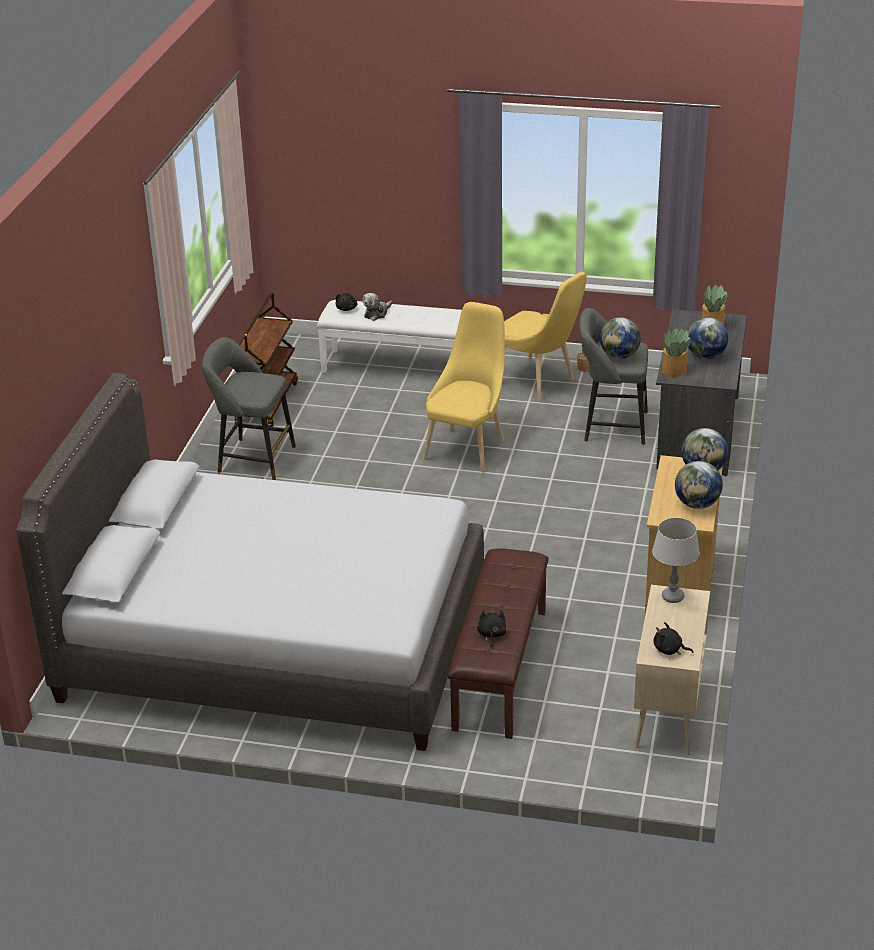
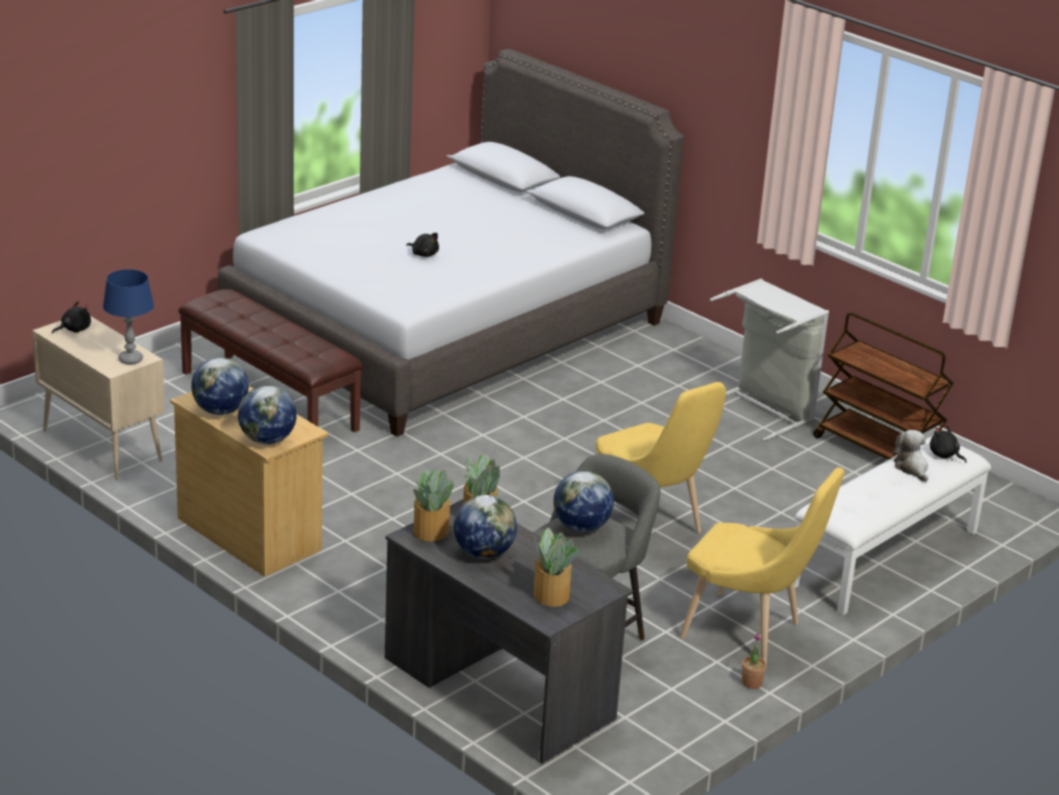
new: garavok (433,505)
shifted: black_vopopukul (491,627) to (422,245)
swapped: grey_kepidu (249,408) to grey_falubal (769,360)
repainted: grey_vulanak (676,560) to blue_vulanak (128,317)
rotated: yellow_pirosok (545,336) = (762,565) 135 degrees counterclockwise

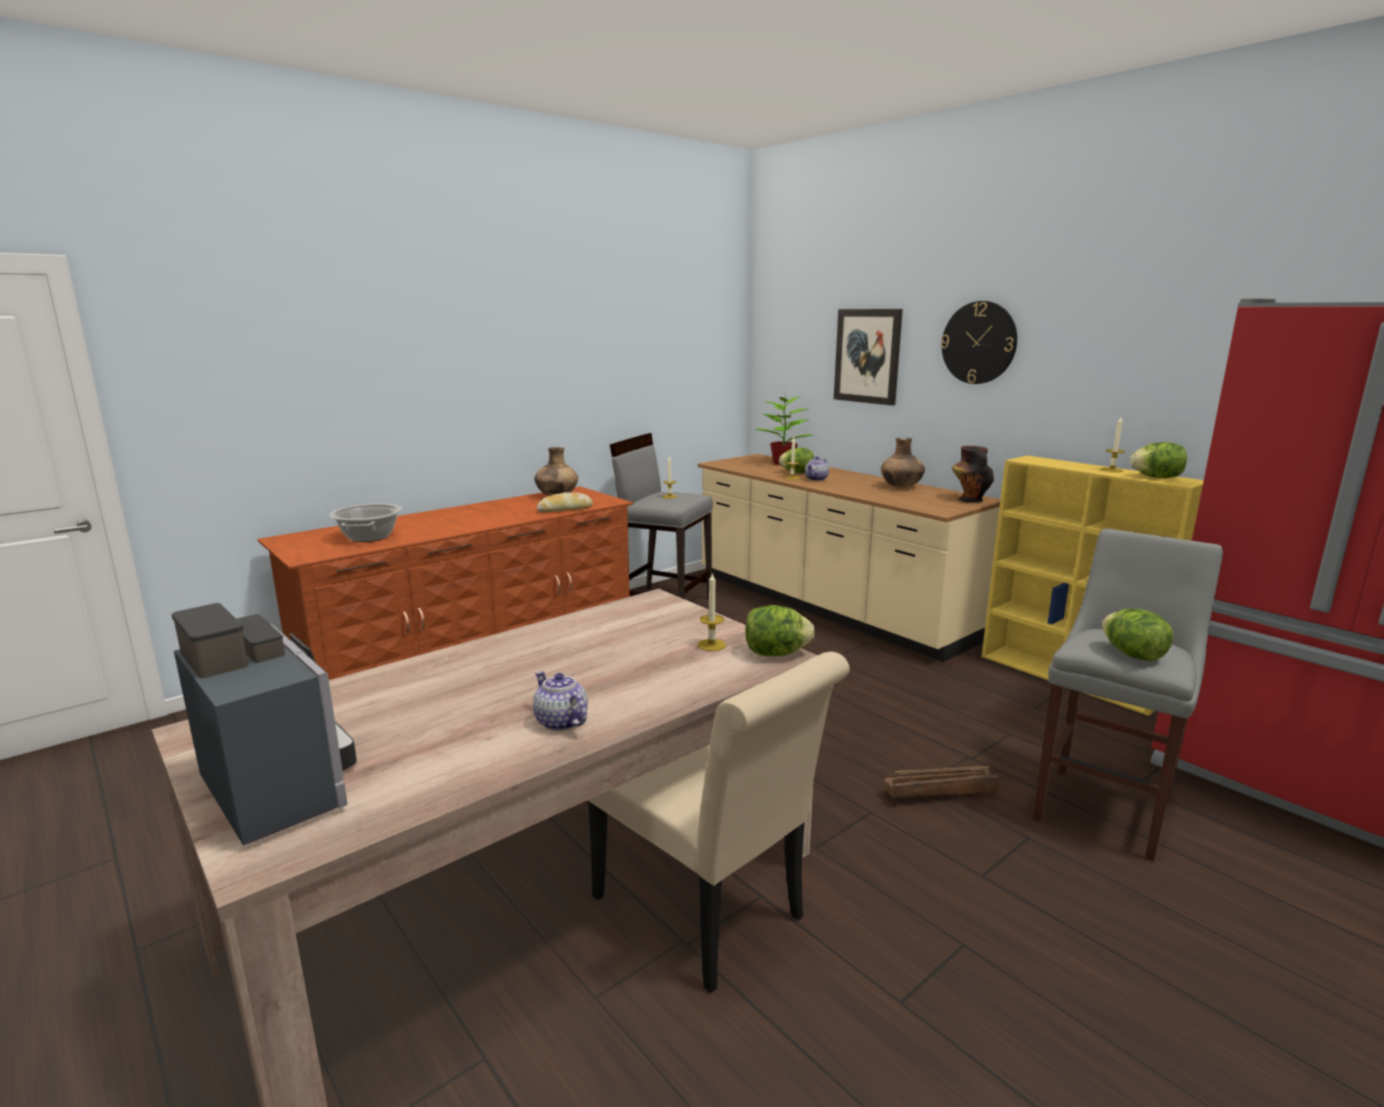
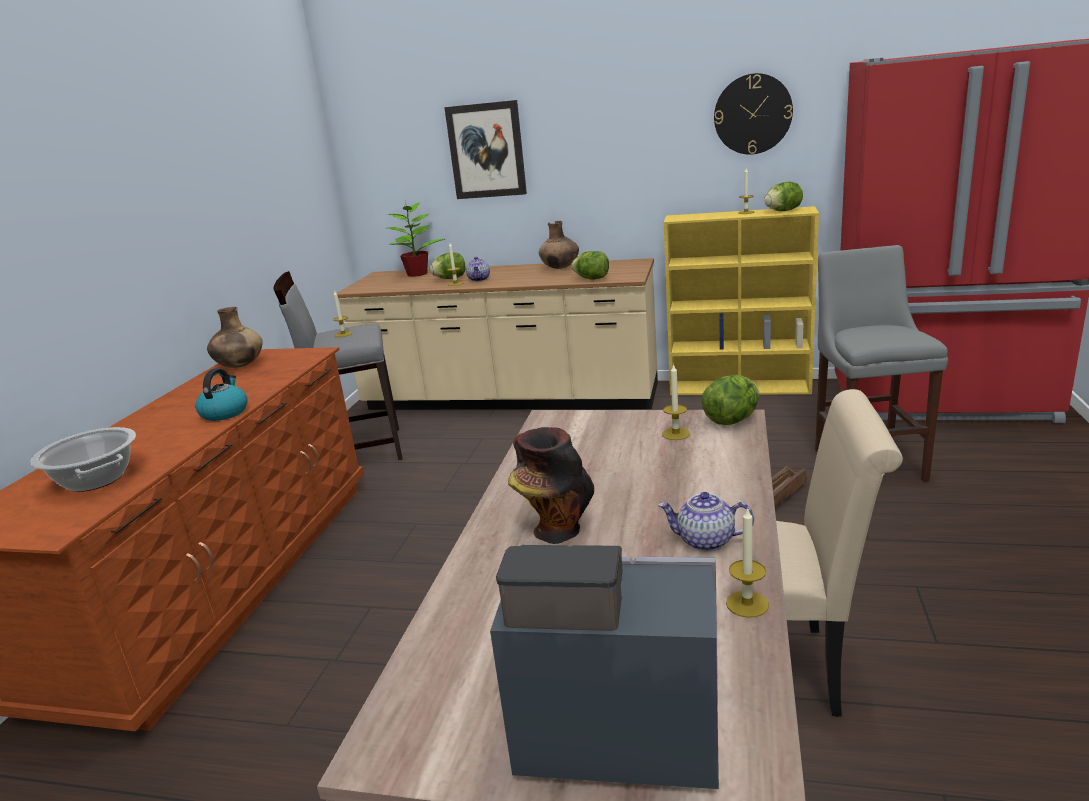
gone: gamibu (565,502)
new: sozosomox (221,394); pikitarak (747,563)
shifted: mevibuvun (979,342) to (753,114); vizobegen (973,474) to (551,485); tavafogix (1137,635) to (590,265)

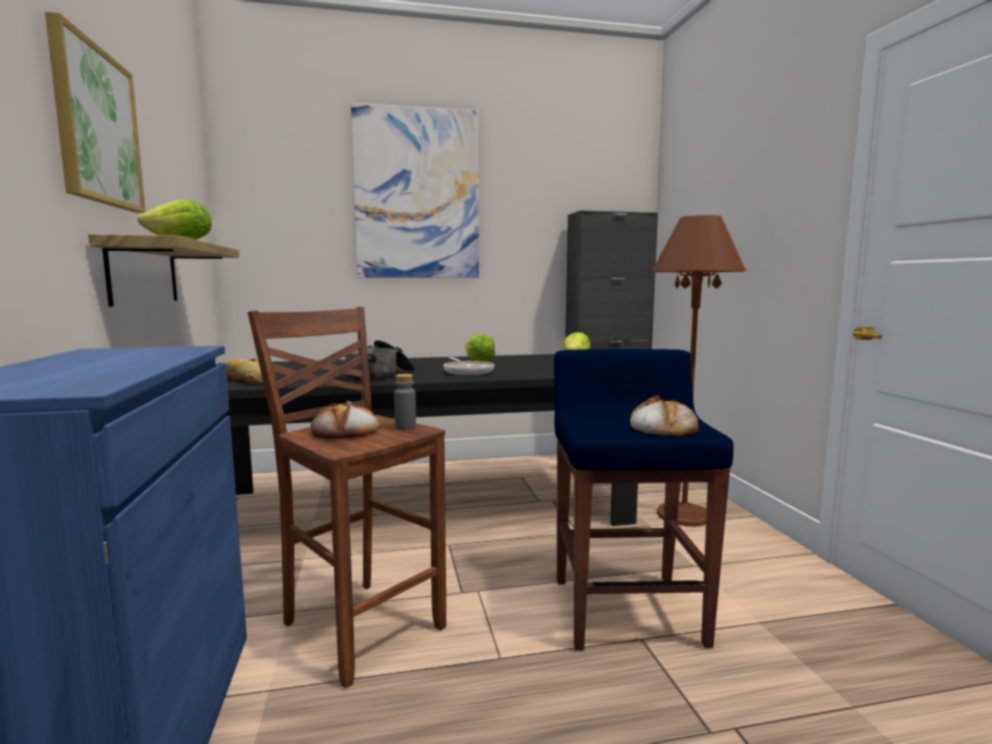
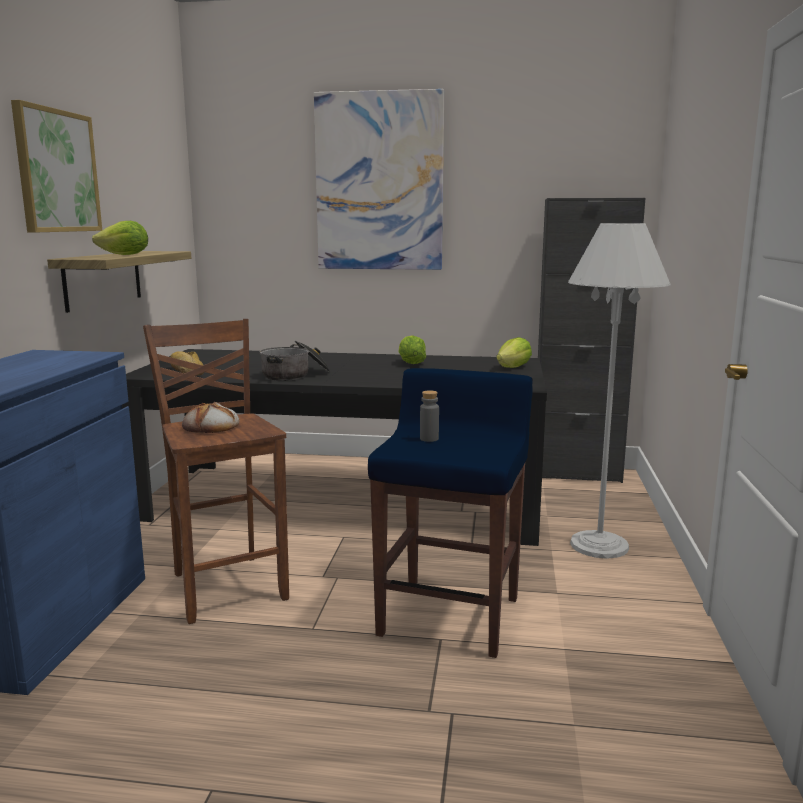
gone: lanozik (468,366); gamibu (664,415)
shifted: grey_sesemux (405,402) to (429,416)
repainted: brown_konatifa (698,371) to white_konatifa (619,391)

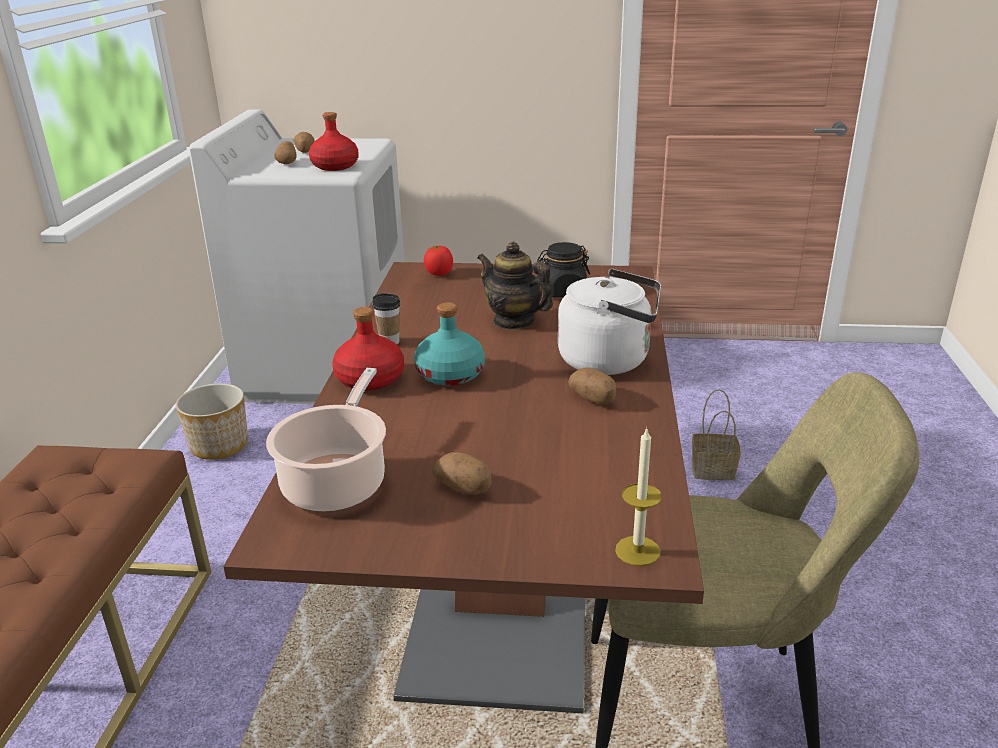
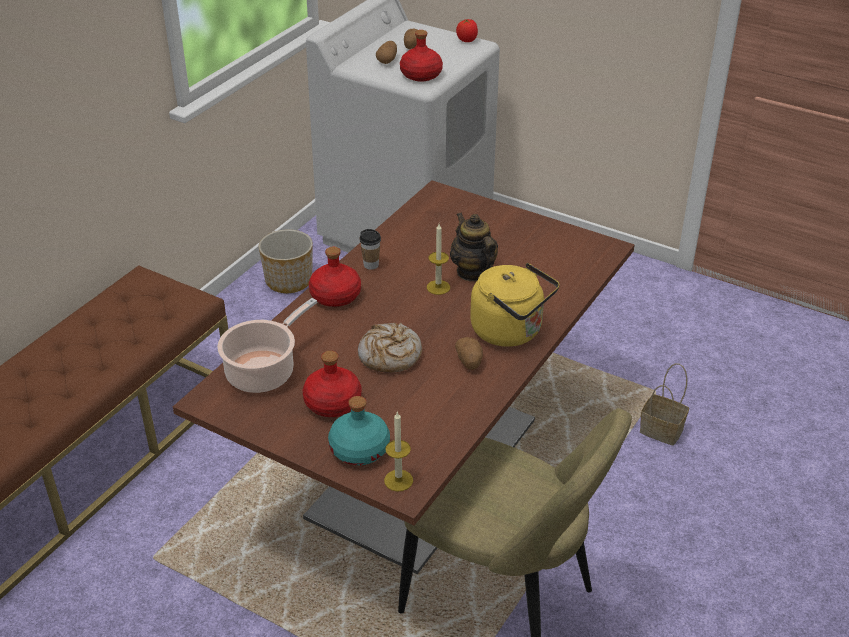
gone: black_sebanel (563,270)
new: gamibu (390,347); pikitarak (438,259)
shifted: turquoise_sesemux (449,344) to (359,430); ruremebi (438,260) to (467,30)
swapped: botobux (462,473) to red_sesemux (332,384)
repainted: white_sozosomox (609,322) to yellow_sozosomox (515,305)

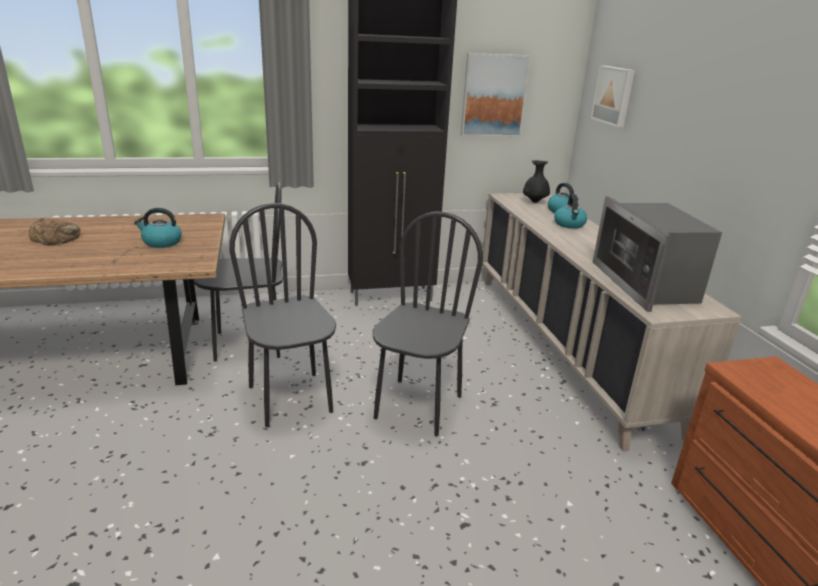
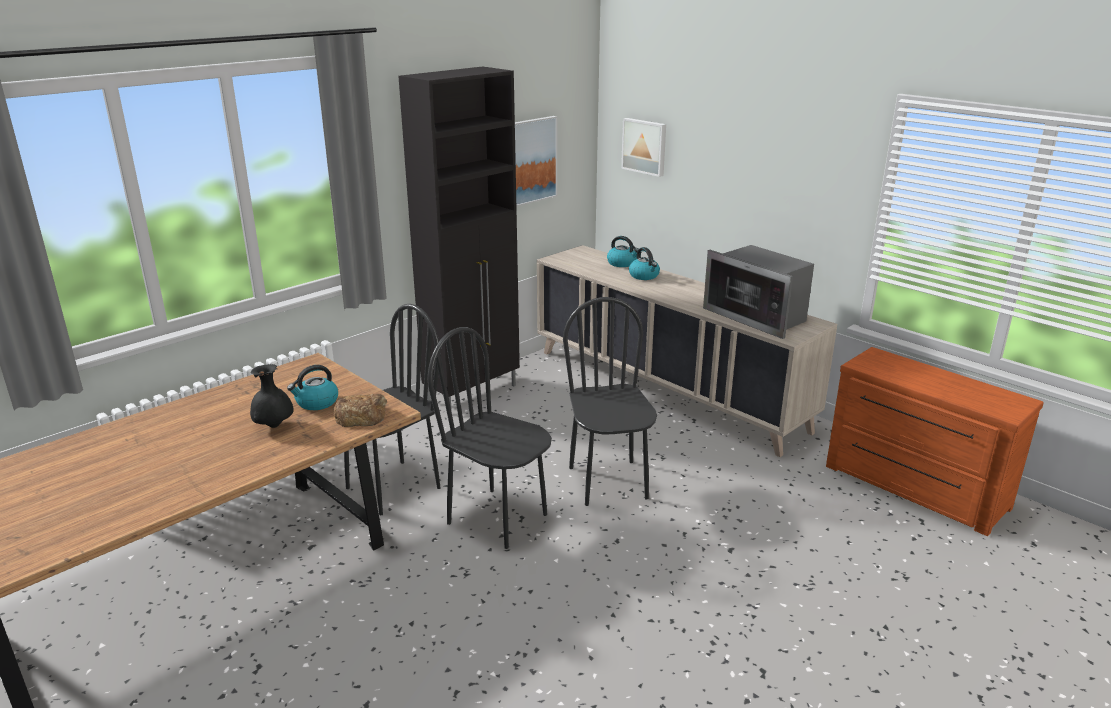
shifted: gamibu (54,232) to (360,410); black_vizobegen (536,181) to (272,396)

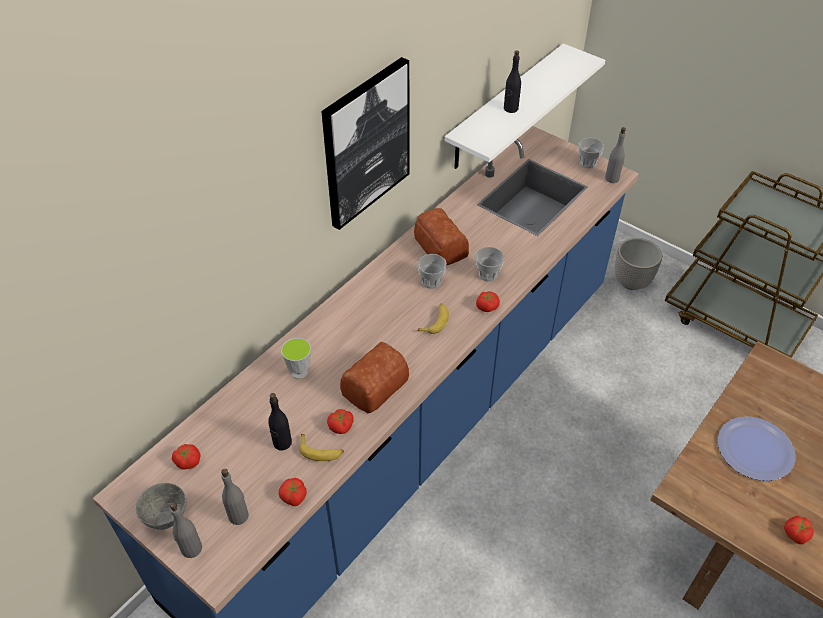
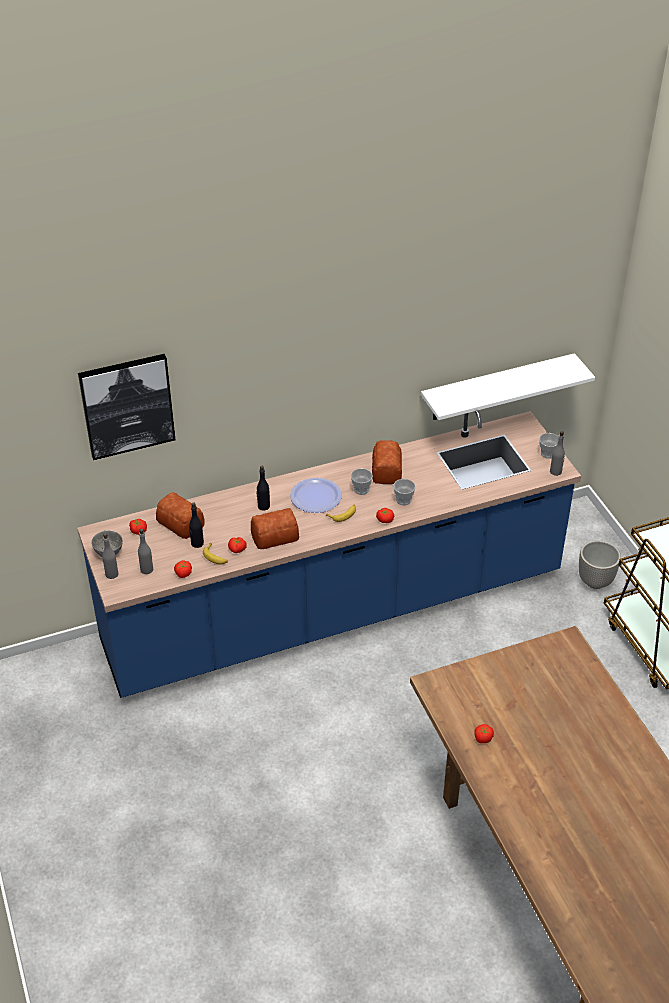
gone: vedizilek (296,358)
new: gamibu (180,515)
shifted: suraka (365,143) to (126,407); black_sesemux (512,81) to (263,488); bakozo (756,448) to (316,495)

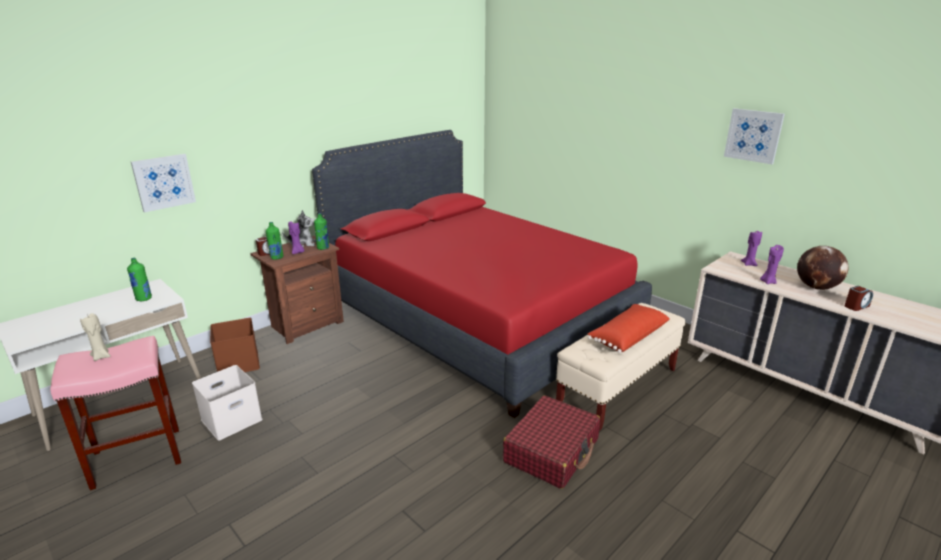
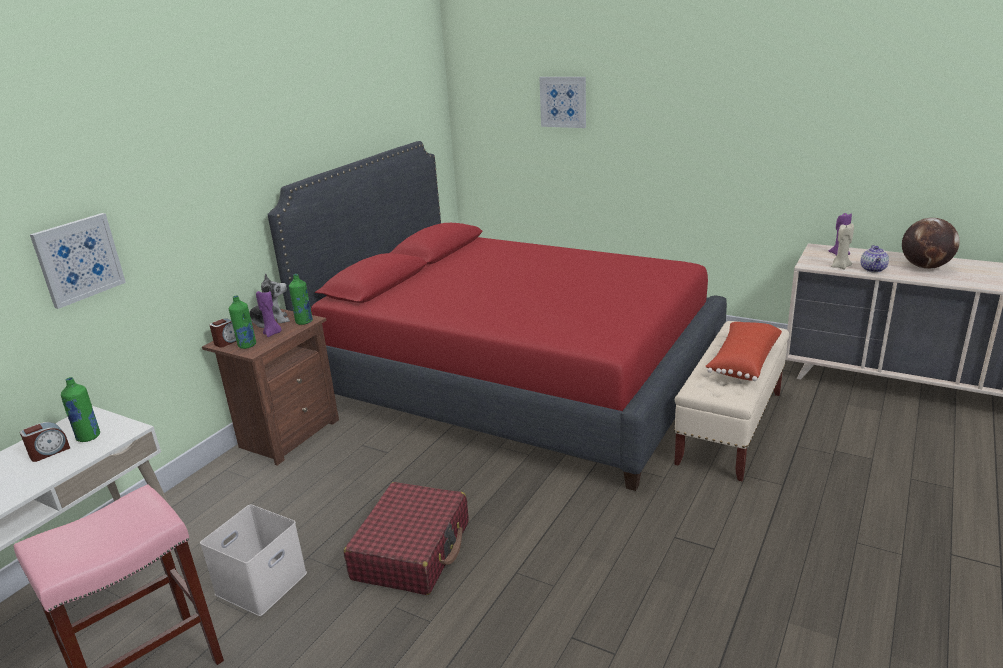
gone: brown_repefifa (235,345)
shifted: beige_pikitarak (95,337) to (842,246); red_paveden (551,442) to (406,538); suraka (754,136) to (562,102); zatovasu (859,298) to (45,442)
swapped: purple_pikitarak (772,264) to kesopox (875,259)

